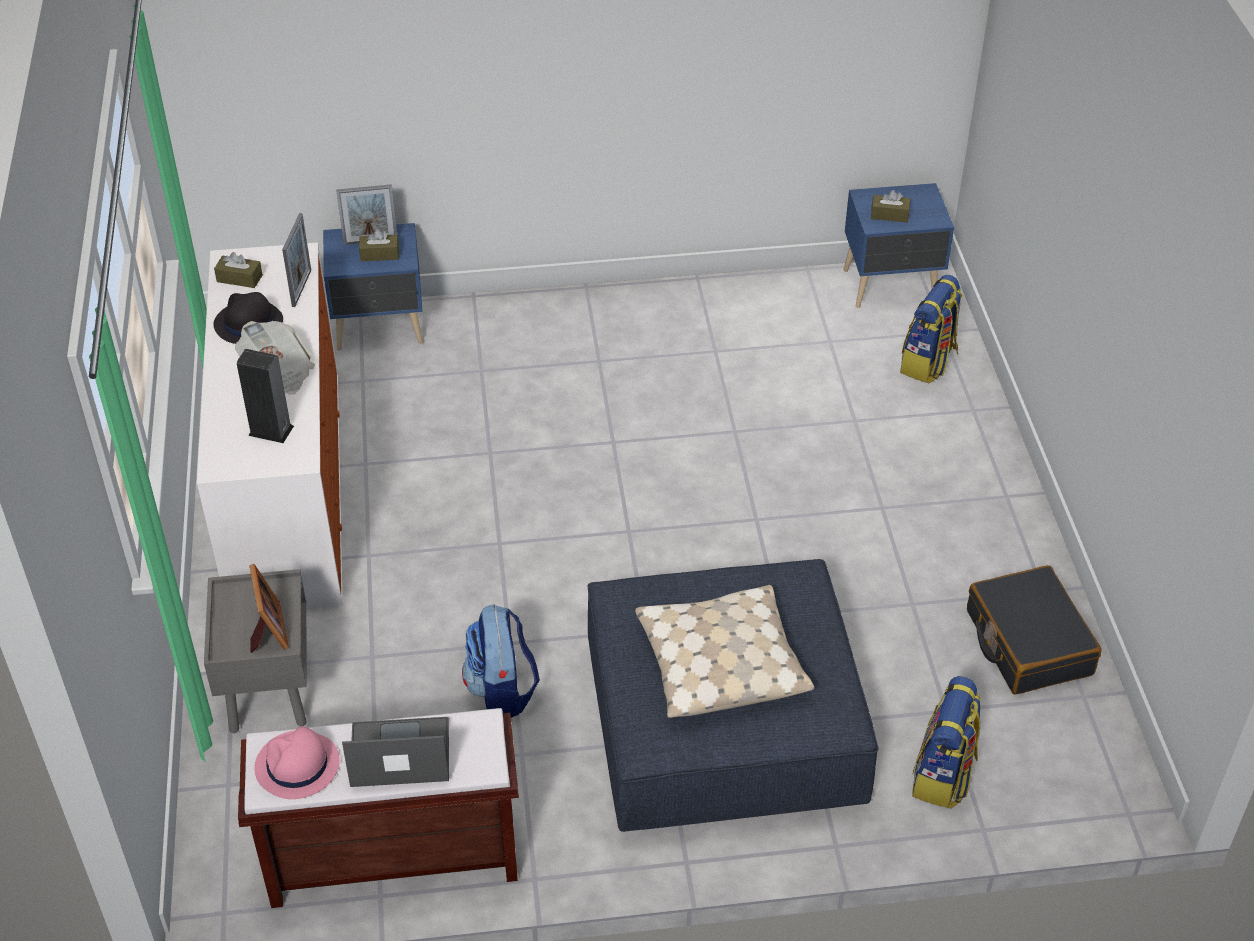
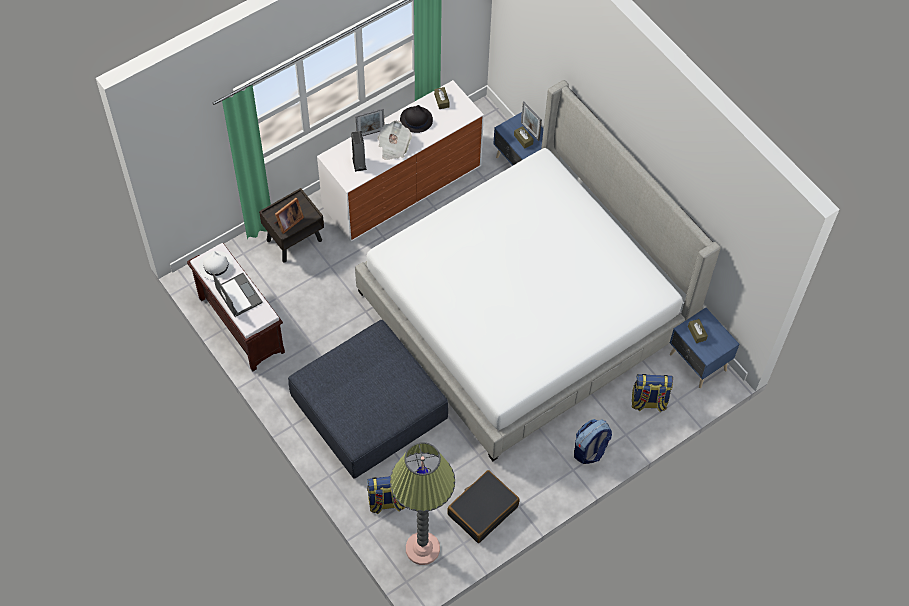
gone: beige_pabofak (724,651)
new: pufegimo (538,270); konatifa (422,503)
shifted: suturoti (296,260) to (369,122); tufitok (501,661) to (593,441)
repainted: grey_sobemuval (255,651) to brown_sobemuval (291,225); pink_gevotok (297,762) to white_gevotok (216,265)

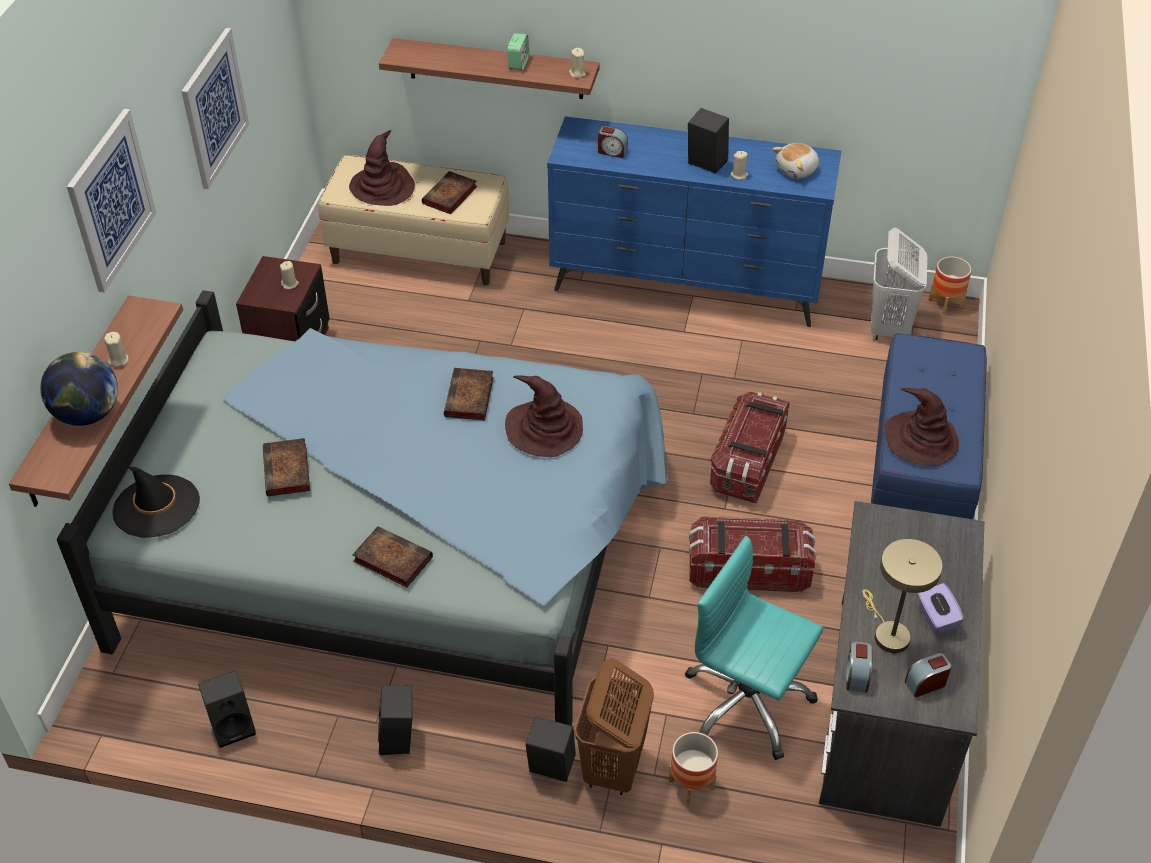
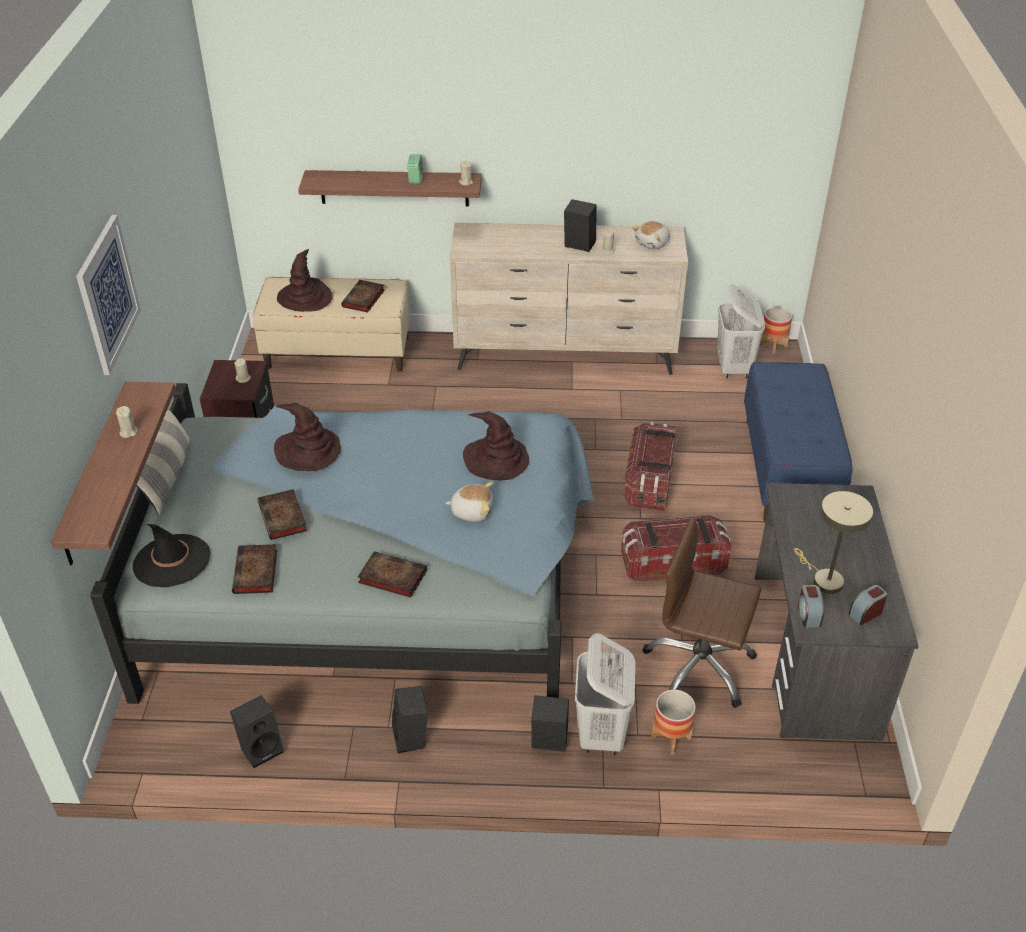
gone: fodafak (79,389); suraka (215,108); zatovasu (613,142); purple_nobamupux (941,608)
new: pabofak (163,462); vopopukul (469,502)
shifted: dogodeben (469,394) to (254,569); brown_gevotok (922,427) to (307,437)
repainted: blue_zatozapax (694,221) to beige_zatozapax (569,298); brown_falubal (614,726) to white_falubal (605,694); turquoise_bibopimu (754,648) to brown_bibopimu (702,612)

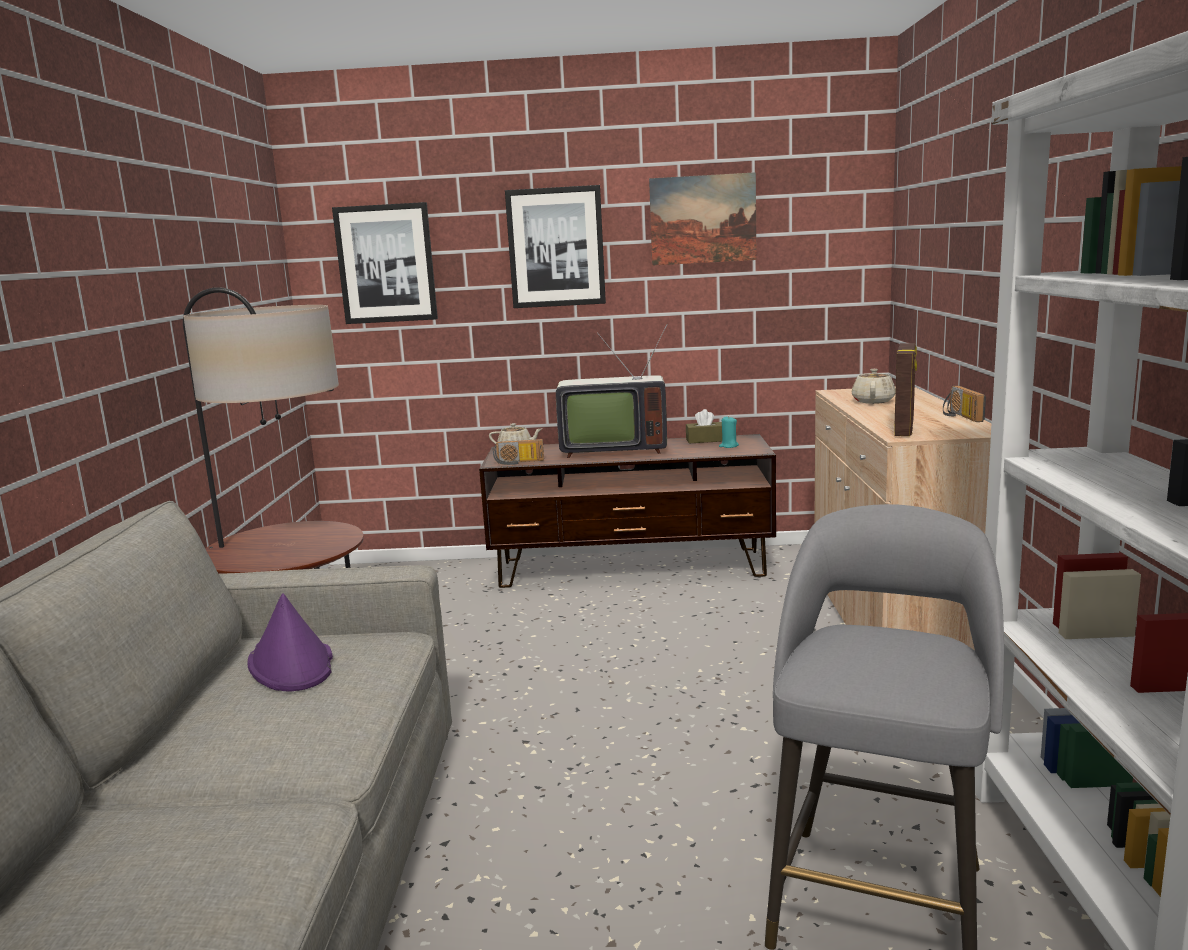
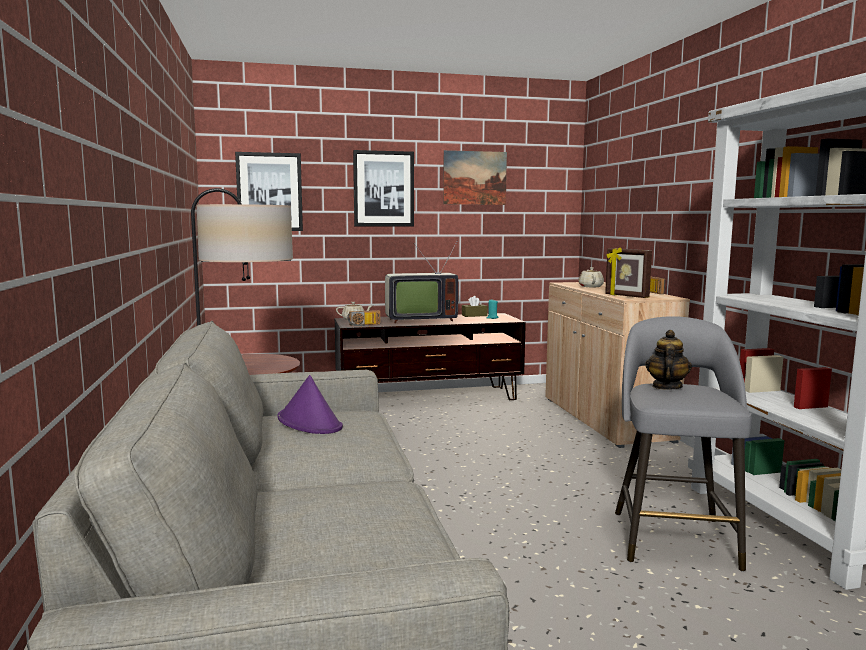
new: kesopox (668,359)
rotated: suturoti (905,389) = (628,272) 135 degrees clockwise

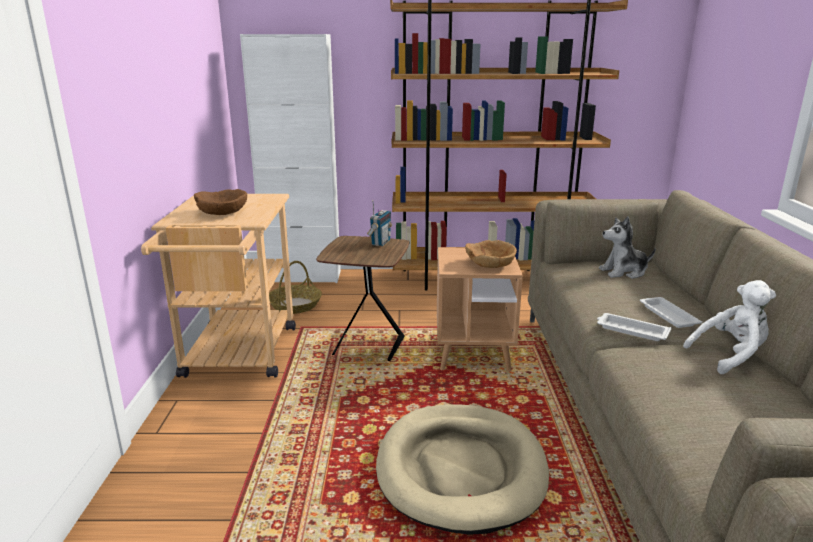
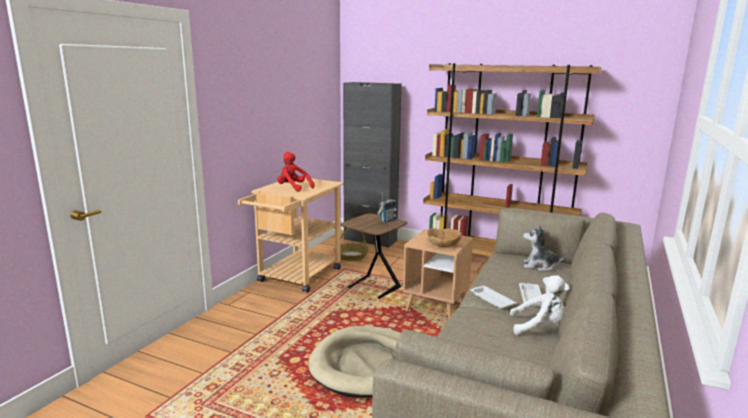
swapped: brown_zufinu (220,202) to red_vopopukul (296,172)
repainted: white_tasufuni (290,158) to black_tasufuni (372,165)

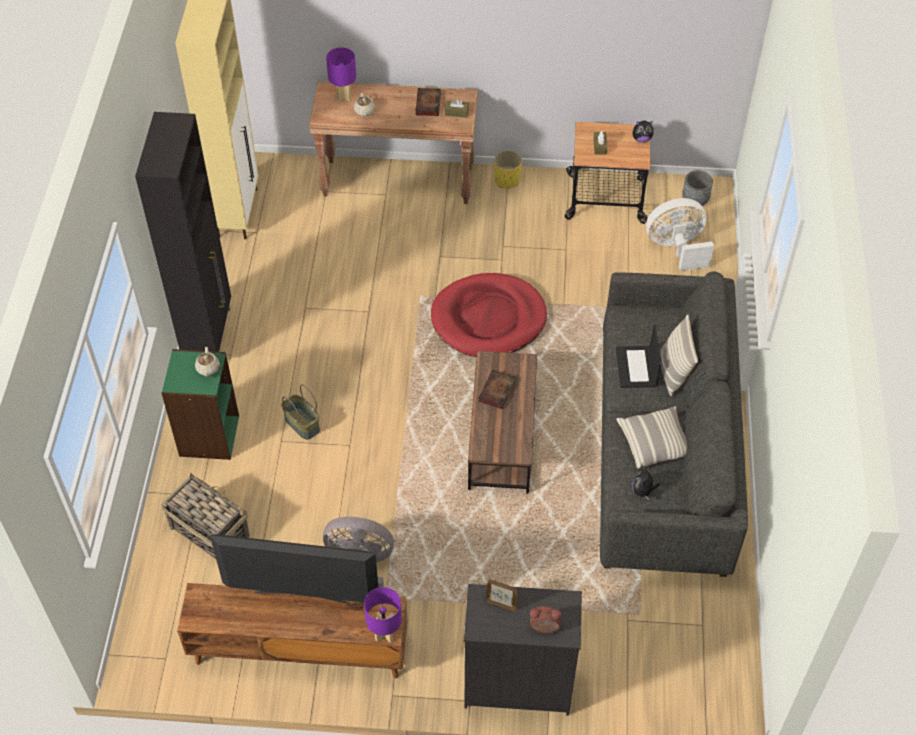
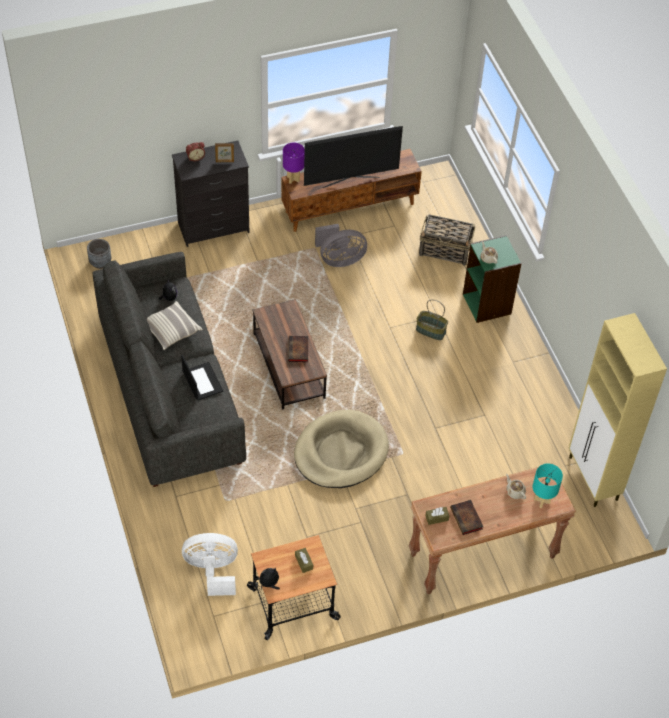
gone: black_tasufuni (183,232); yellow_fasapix (508,169); pabofak (679,355)
shifted: grey_fasapix (697,189) to (99,254)
repainted: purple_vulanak (341,74) to turquoise_vulanak (548,485); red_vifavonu (489,315) to beige_vifavonu (341,449)
rotated: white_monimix (680,234) = (210,564) 150 degrees counterclockwise

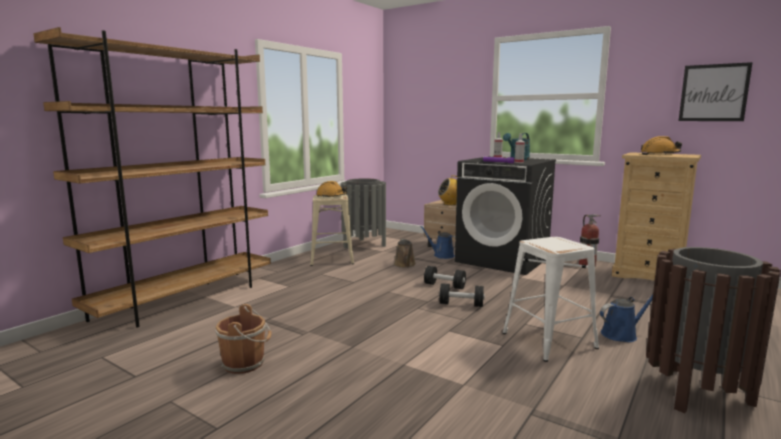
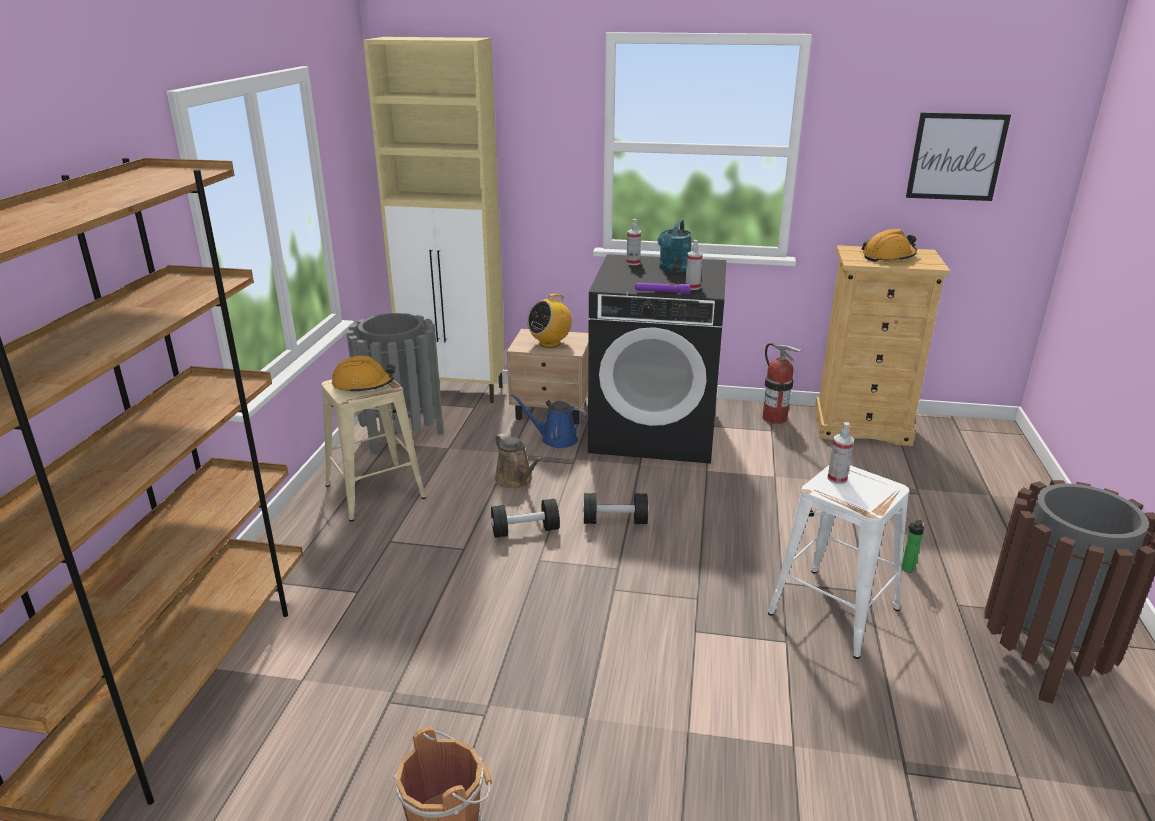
new: beige_tasufuni (434,220); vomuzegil (840,453)
shifted: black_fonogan (462,295) to (525,518)
swapped: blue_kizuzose (626,318) to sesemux (912,546)

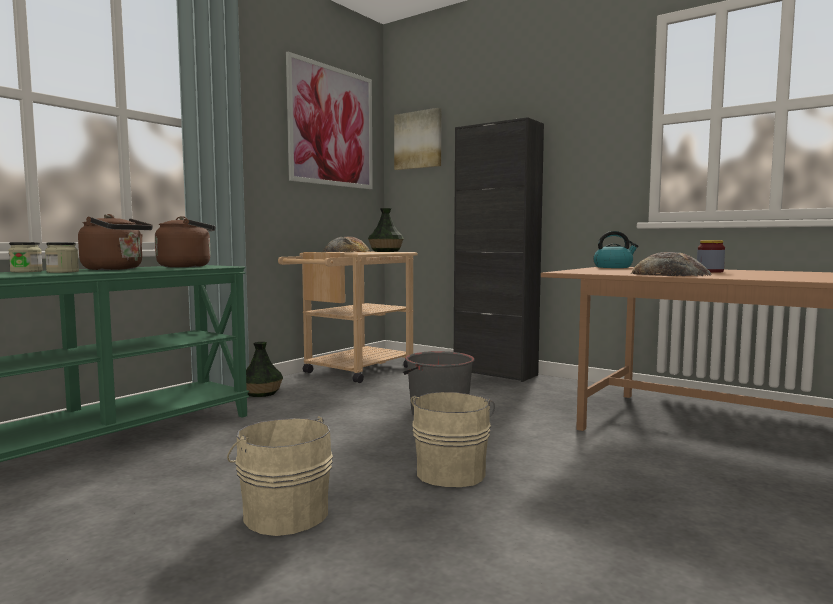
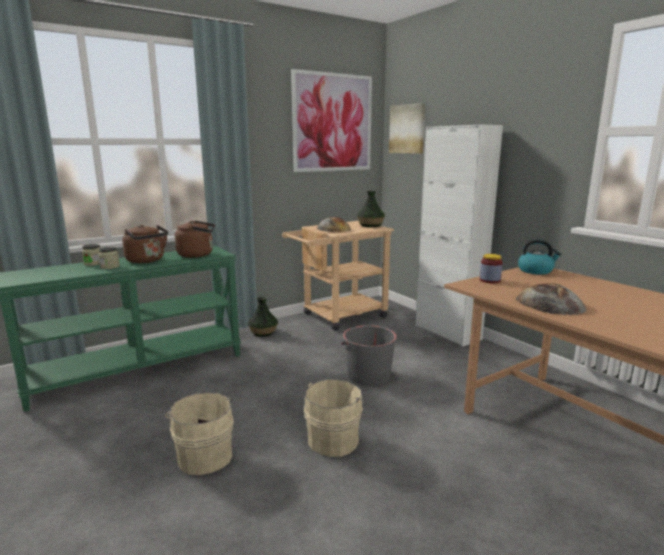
shifted: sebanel (711,256) to (491,268)
repainted: black_tasufuni (499,249) to white_tasufuni (459,236)

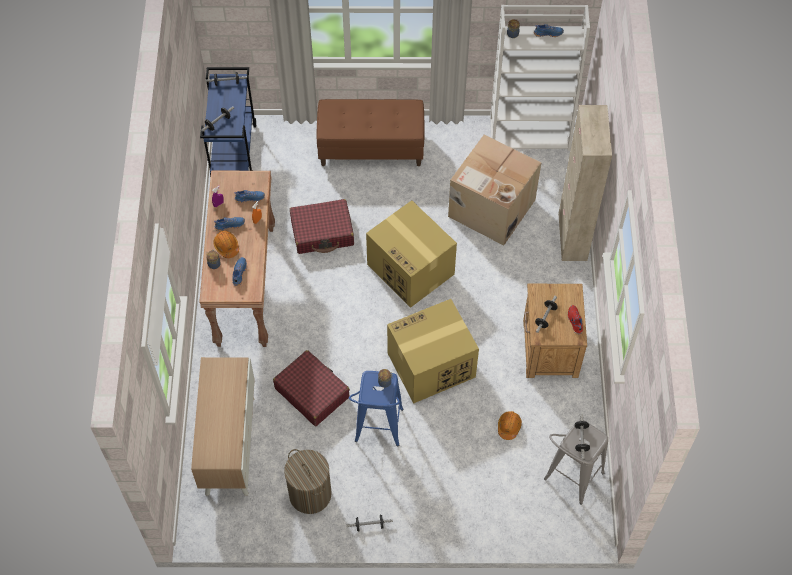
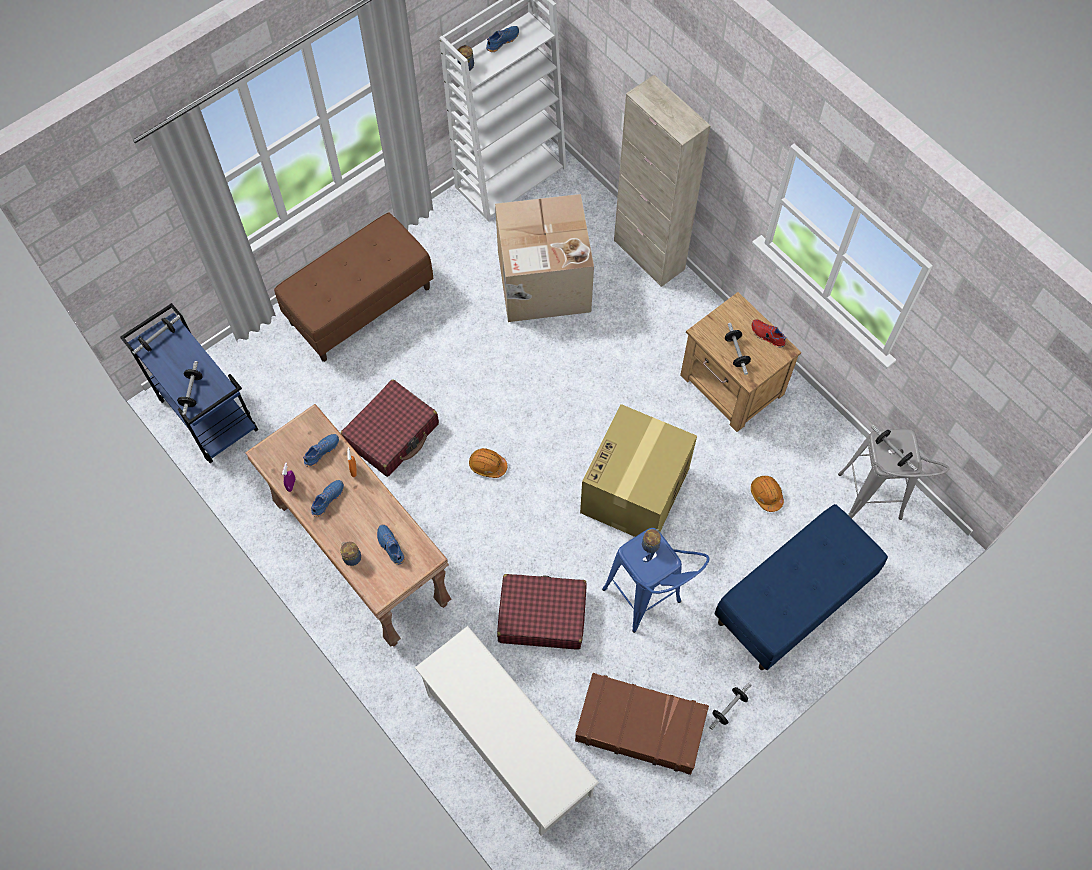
gone: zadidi (411,254)
new: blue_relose (801,587)
shifted: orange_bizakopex (226,244) to (488,463)
swapped: tasufuni (223,426) to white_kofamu (507,731); falubal (308,481) to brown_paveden (642,724)

